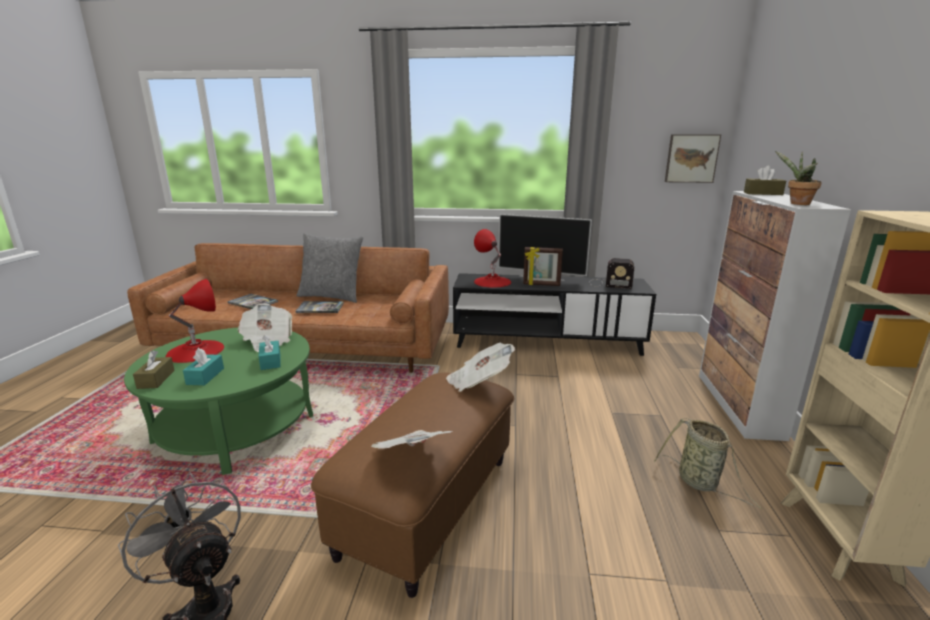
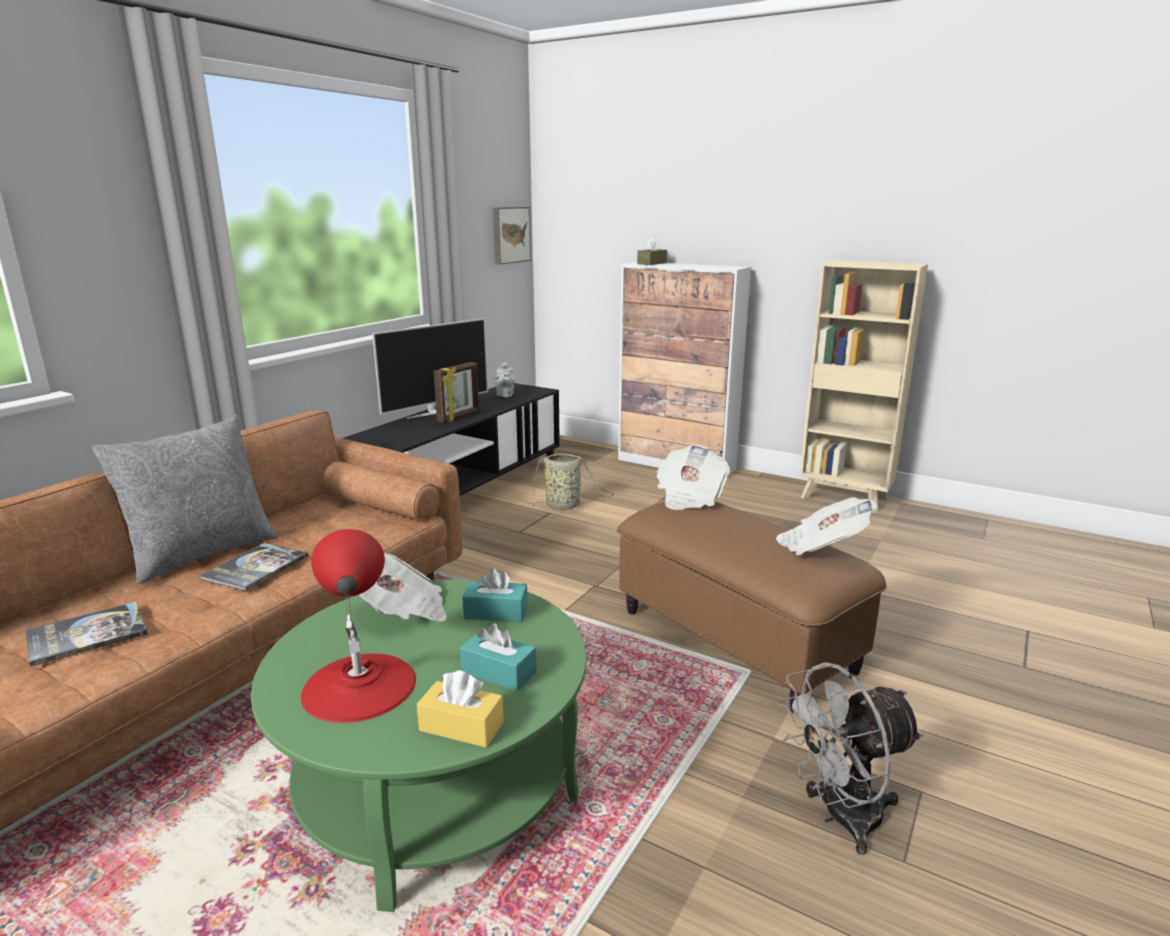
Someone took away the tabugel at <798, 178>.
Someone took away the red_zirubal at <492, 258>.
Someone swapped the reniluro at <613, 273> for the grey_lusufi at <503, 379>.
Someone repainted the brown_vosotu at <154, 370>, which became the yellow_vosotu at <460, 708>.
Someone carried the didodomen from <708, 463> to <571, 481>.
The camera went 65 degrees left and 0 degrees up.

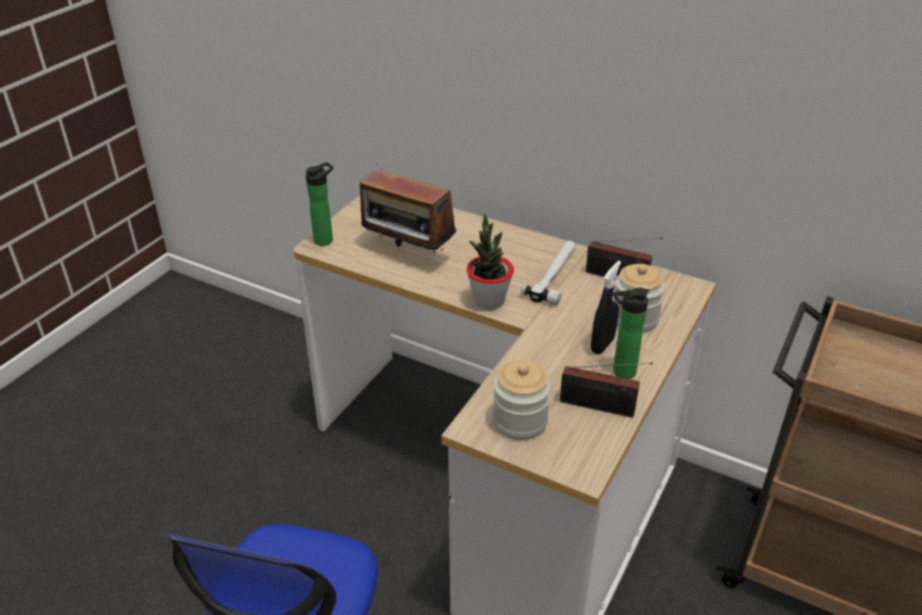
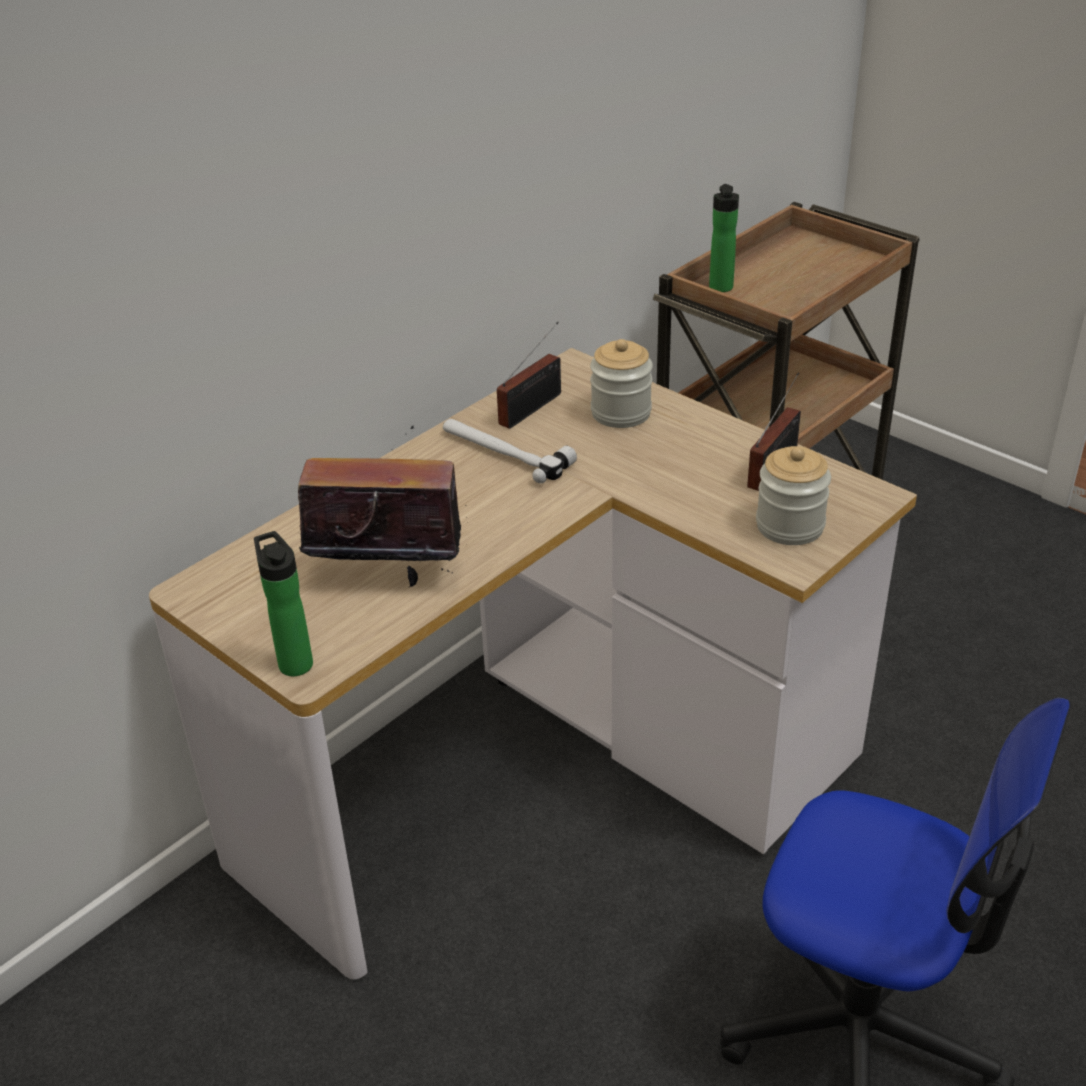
Someone rotated the reniluro at <408, 208> by 135 degrees counterclockwise.
Someone took away the tabugel at <490, 262>.
Someone took away the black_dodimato at <606, 307>.
Someone carried the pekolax from <631, 333> to <724, 238>.
The camera went 75 degrees left and 0 degrees up.

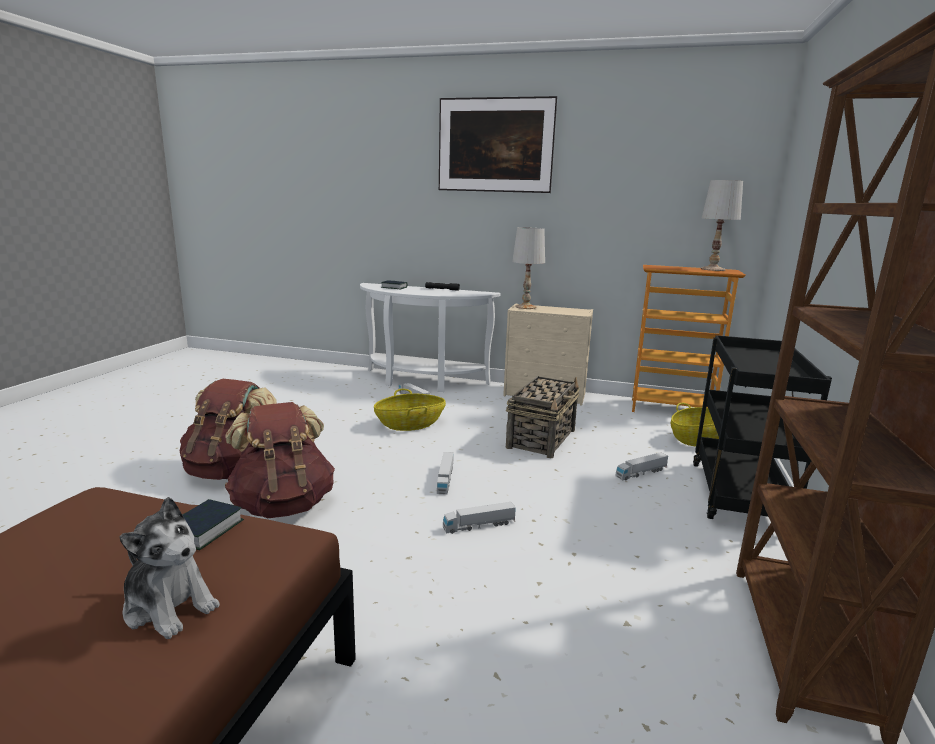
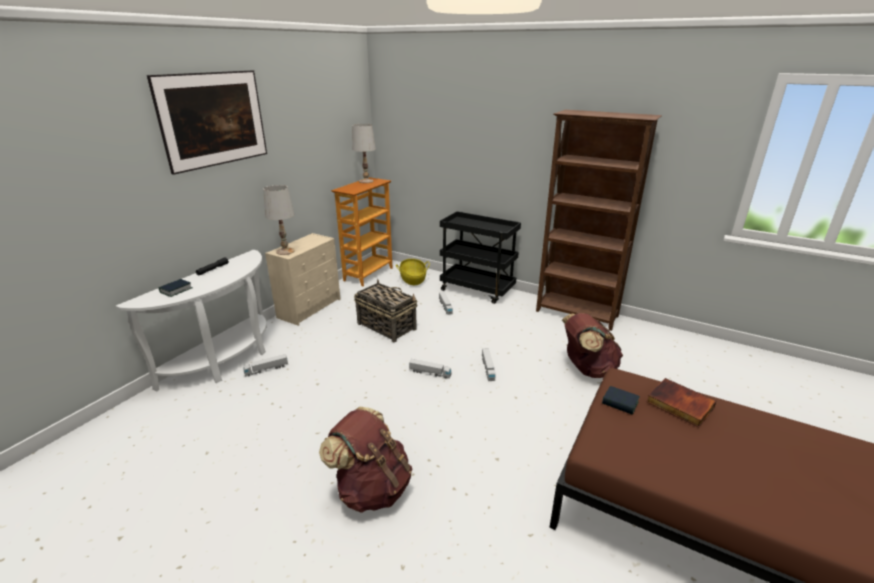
Someone took away the didodomen at <410, 410>.
Someone carried the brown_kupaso from <280, 460> to <592, 345>.
Someone swapped the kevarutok at <169, 568> for the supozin at <681, 403>.
The camera went 75 degrees left and 10 degrees up.

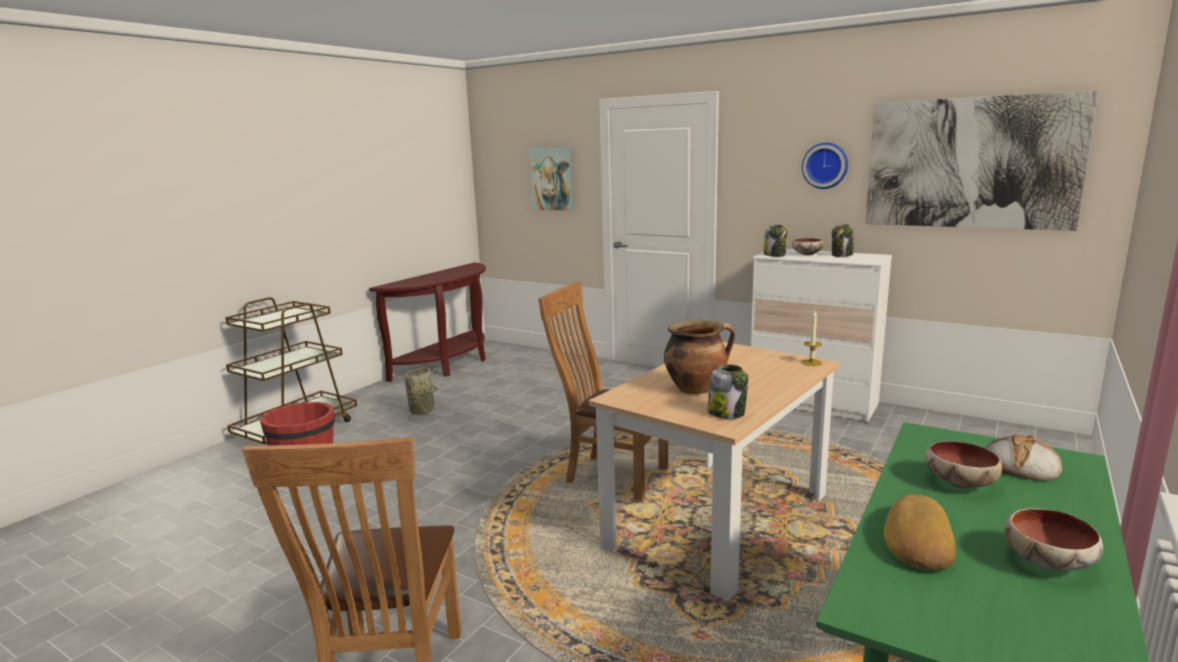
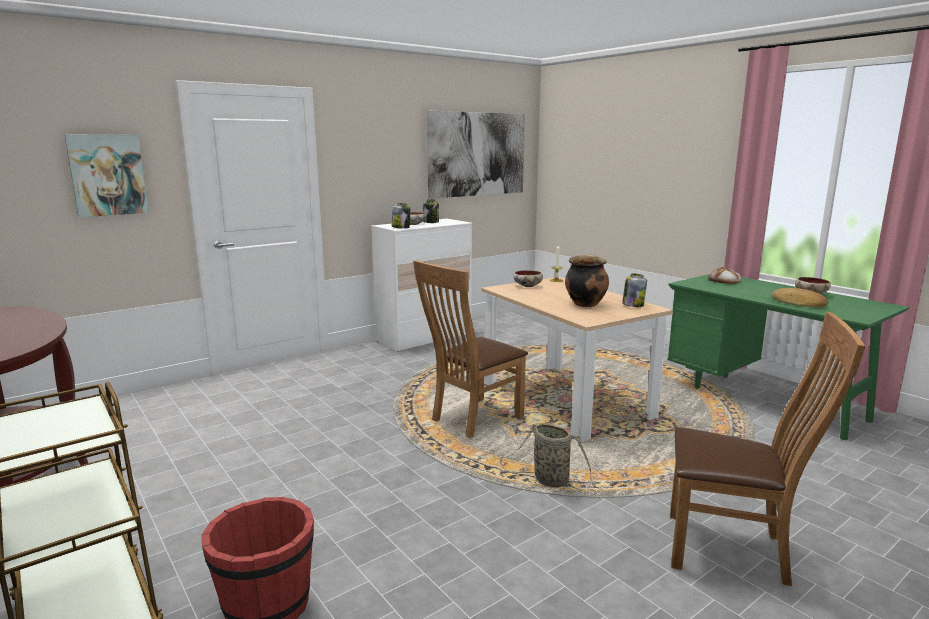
Someone took away the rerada at <825, 166>.
Someone carried the didodomen from <421, 394> to <545, 456>.
Someone carried the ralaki from <963, 464> to <528, 278>.
The camera went 70 degrees left and 0 degrees up.

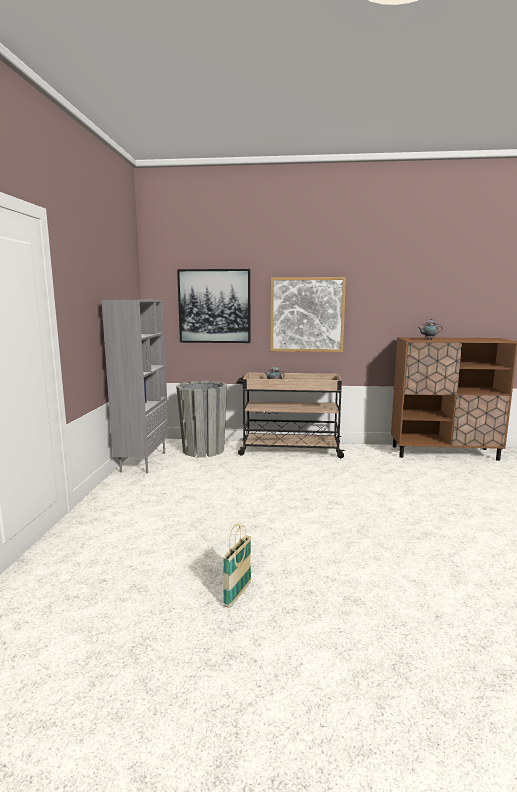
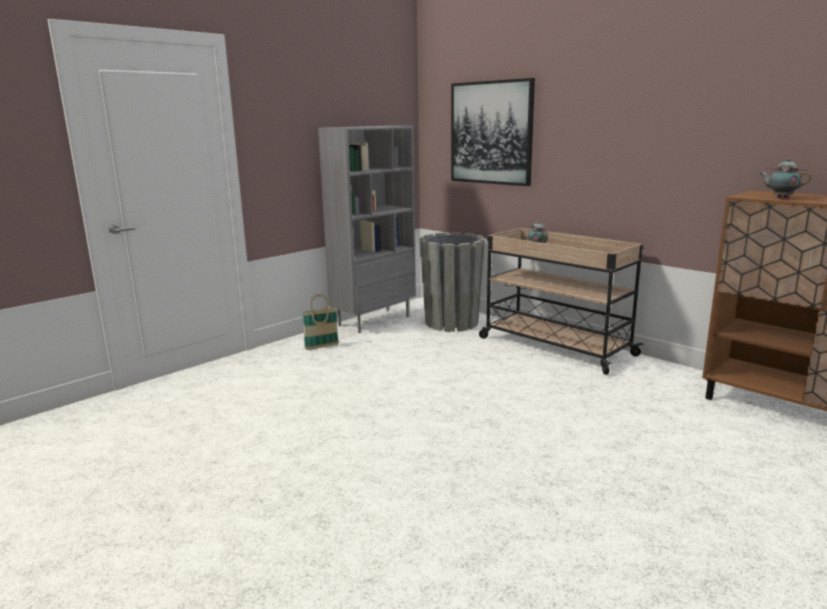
Someone took away the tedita at <308, 314>.
Someone carried the didodomen from <237, 566> to <320, 322>.
The camera went 40 degrees right and 5 degrees up.

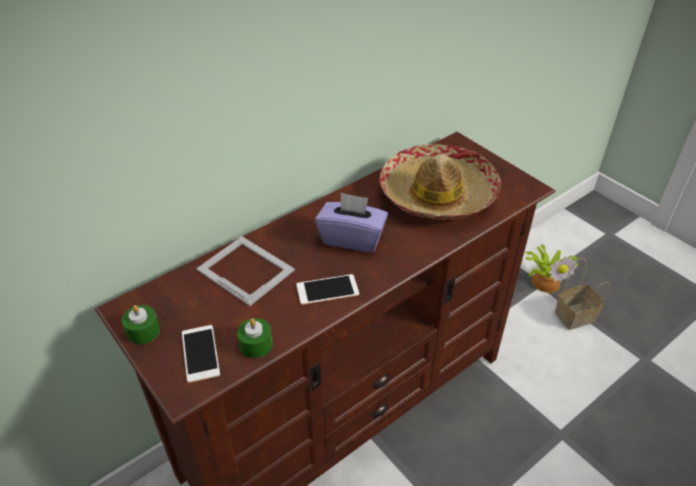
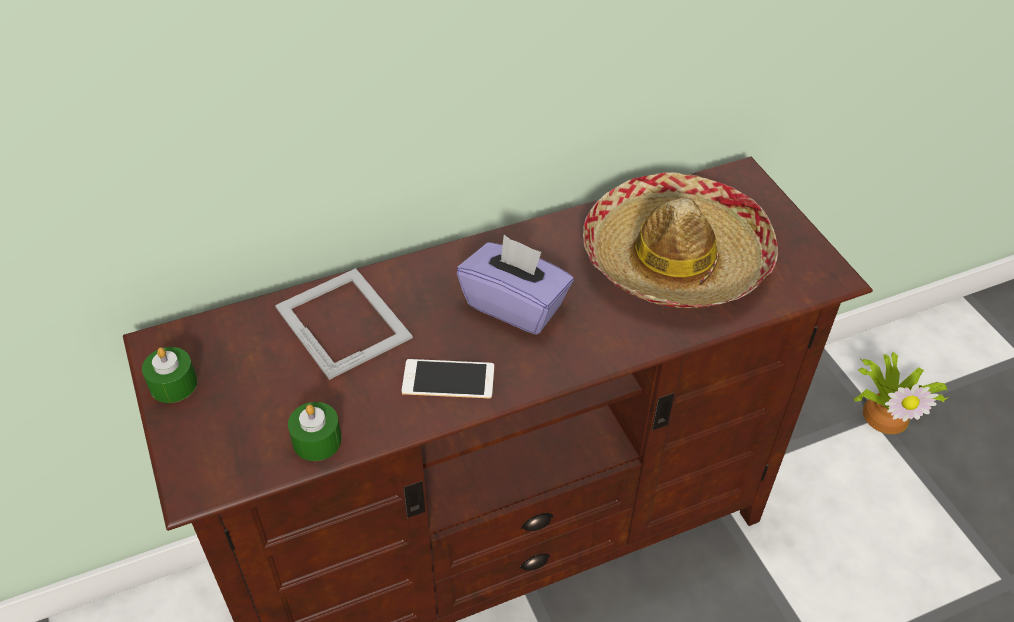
Someone took away the didodomen at <581, 294>.
Someone took away the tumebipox at <201, 354>.
The camera went 15 degrees right and 5 degrees up.

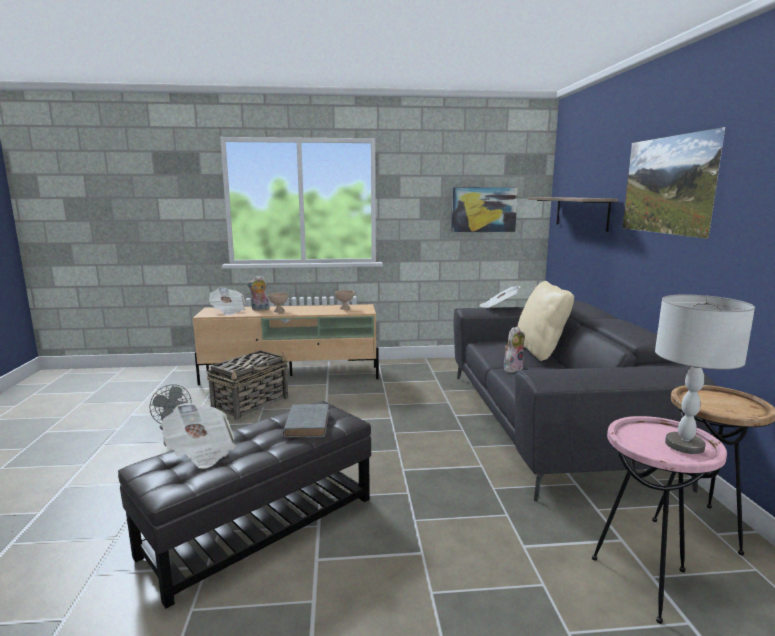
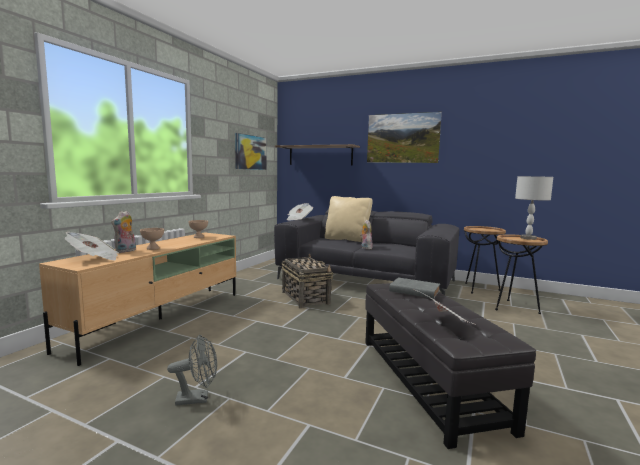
Someone carried the didodomen from <247, 385> to <307, 281>.
Someone repainted the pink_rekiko at <659, 520>, which became the brown_rekiko at <521, 274>.
The camera went 60 degrees left and 5 degrees down.

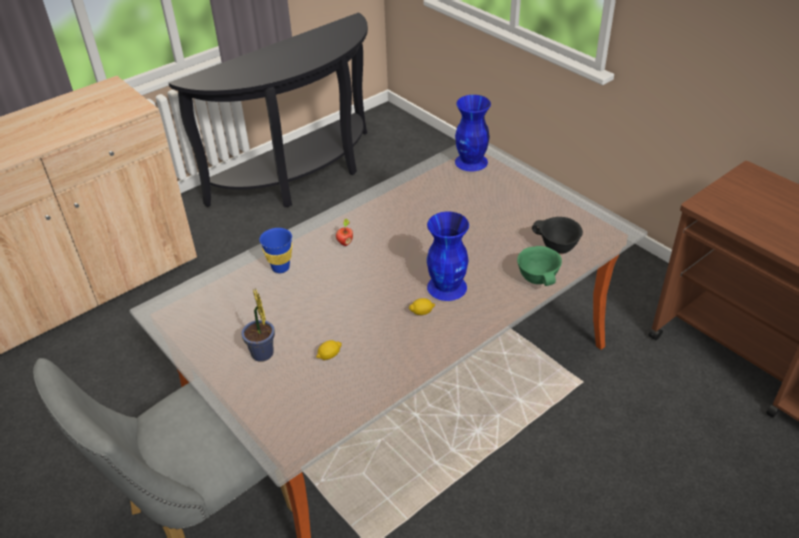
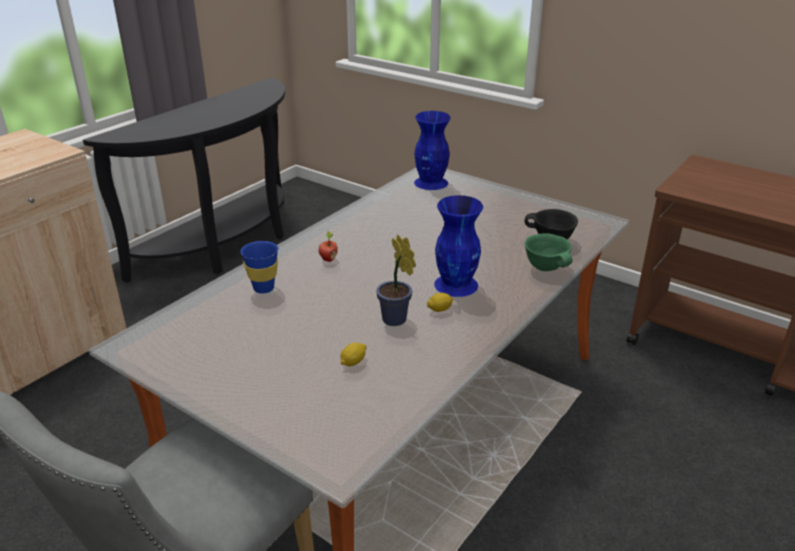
Someone carried the tabugel from <258, 325> to <396, 280>.
The camera went 15 degrees left and 10 degrees down.

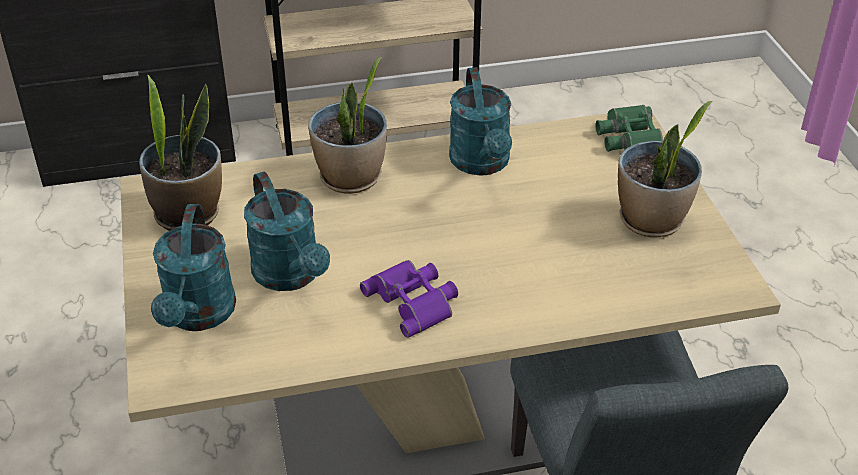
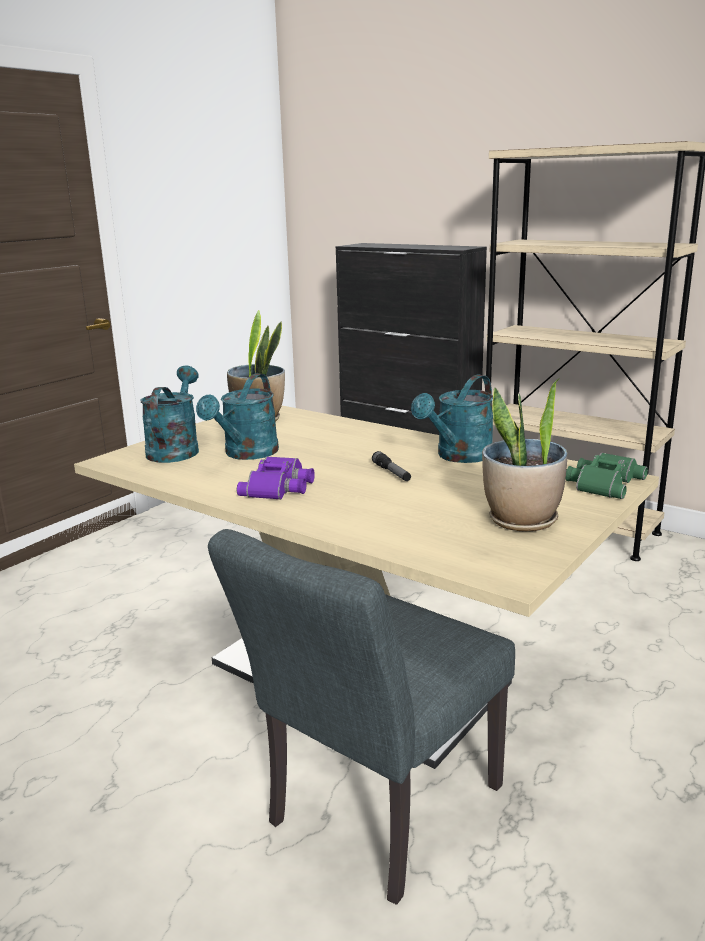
Someone took away the tabugel at <347, 125>.
Someone rotated the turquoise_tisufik at <193, 267> by 135 degrees clockwise.
Someone put down the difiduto at <391, 466>.
The camera went 50 degrees right and 20 degrees down.

